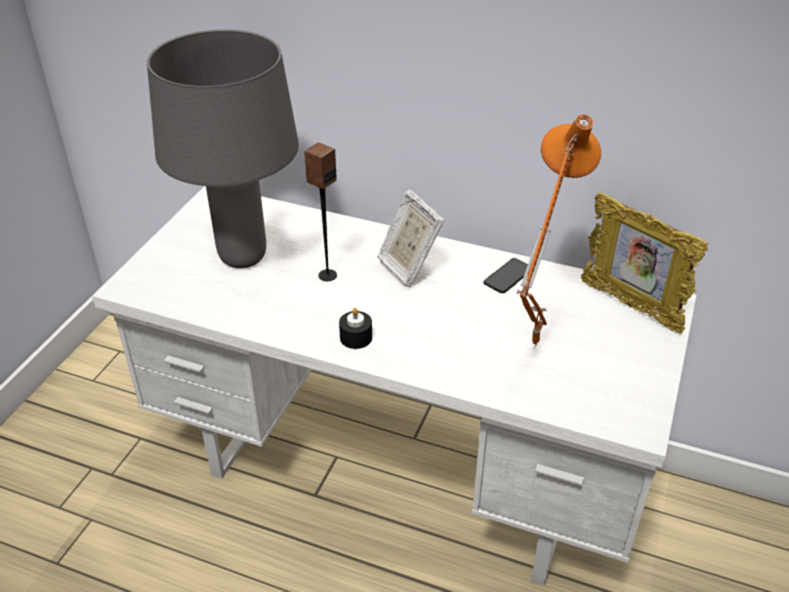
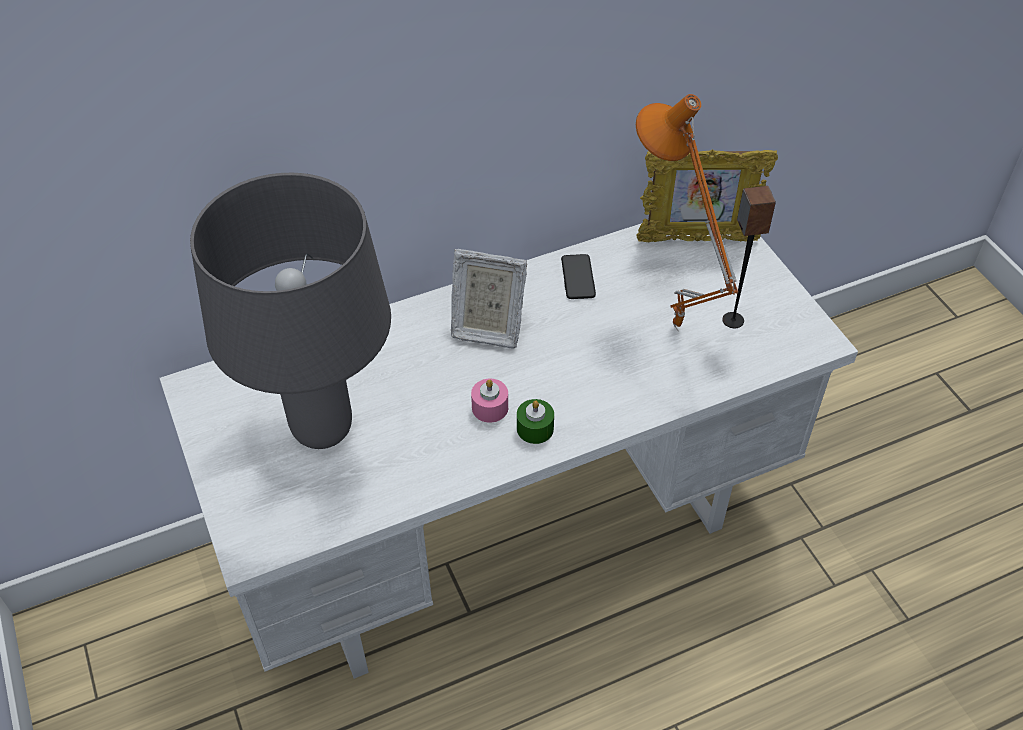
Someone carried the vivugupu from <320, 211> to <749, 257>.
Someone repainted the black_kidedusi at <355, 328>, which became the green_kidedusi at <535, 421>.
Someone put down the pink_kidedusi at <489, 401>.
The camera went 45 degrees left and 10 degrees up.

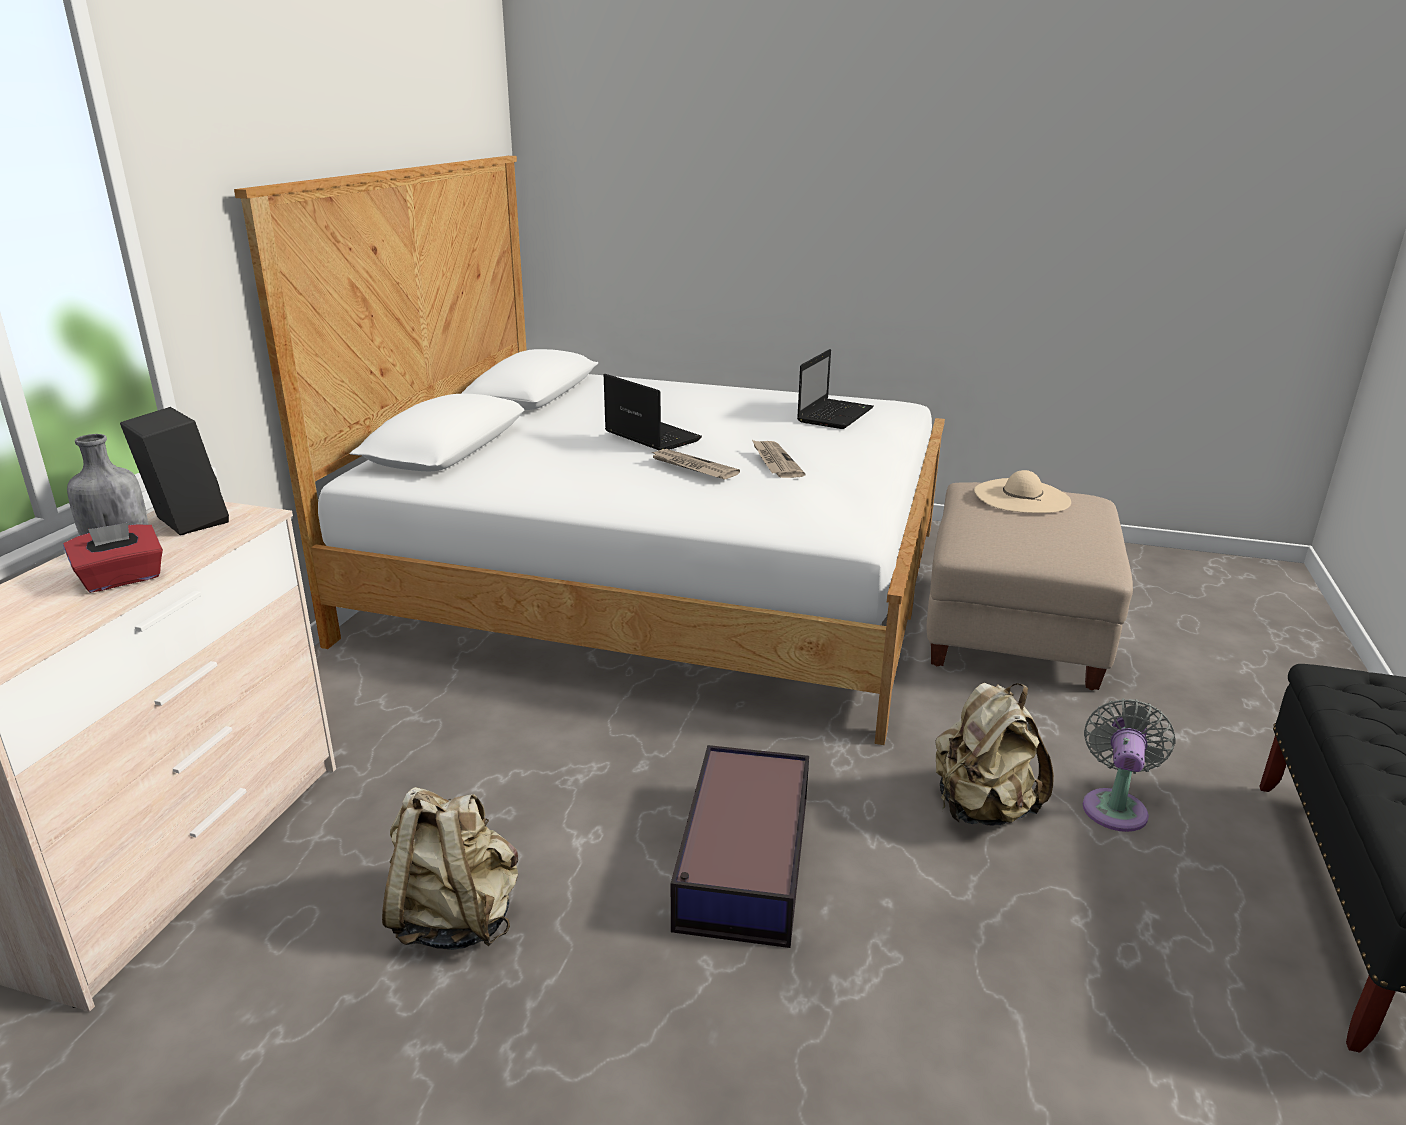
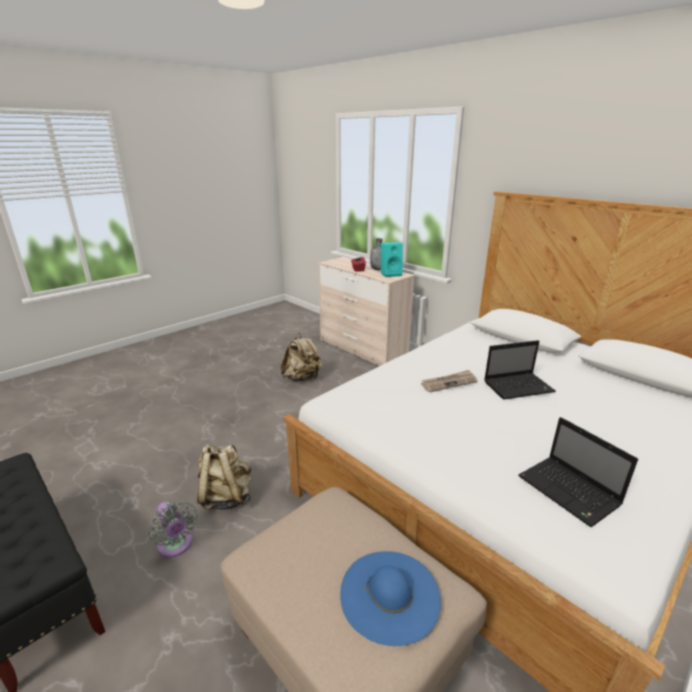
Someone repainted the black_vivugupu at <174, 471>, which became the turquoise_vivugupu at <392, 259>.
Someone took away the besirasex at <779, 459>.
Someone repainted the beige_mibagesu at <1022, 491>, which became the blue_mibagesu at <390, 598>.
Someone took away the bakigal at <740, 846>.
The camera went 120 degrees right and 0 degrees up.

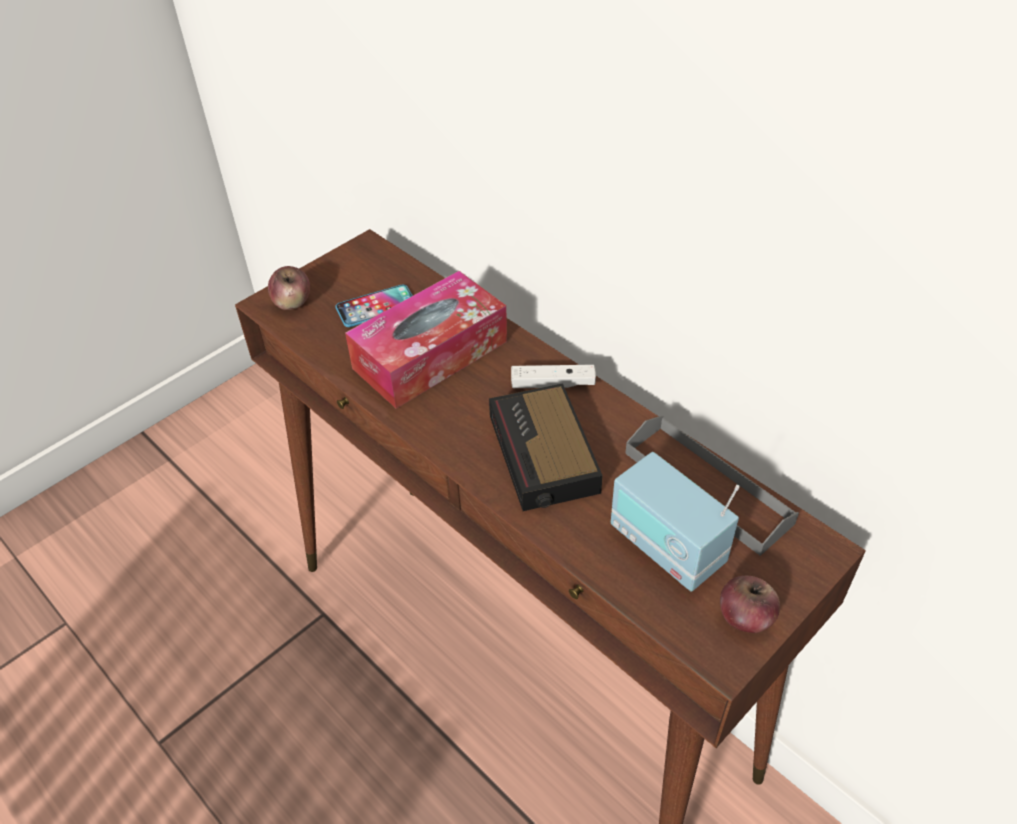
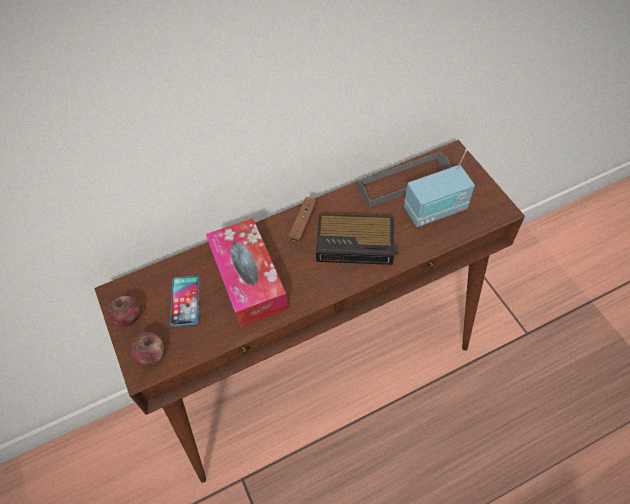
Someone repainted the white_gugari at <553, 376>, which became the brown_gugari at <302, 220>.
Someone carried the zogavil from <750, 604> to <123, 311>.
The camera went 70 degrees left and 10 degrees up.

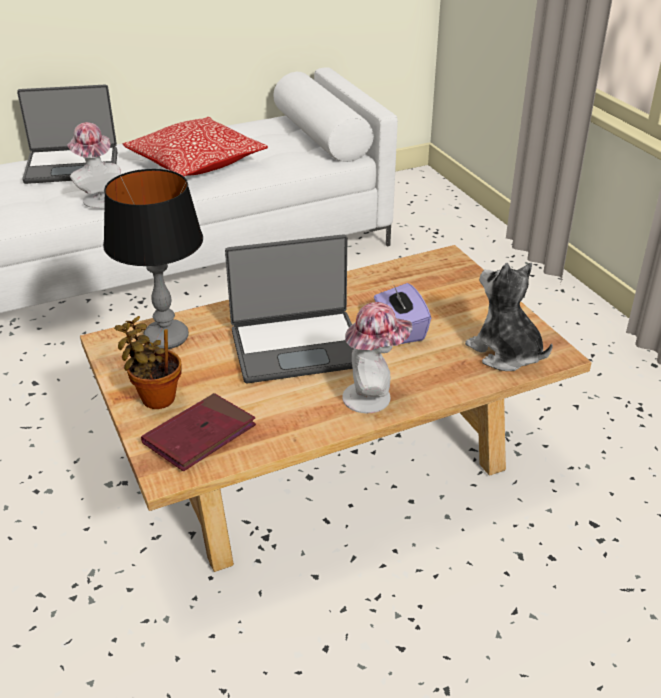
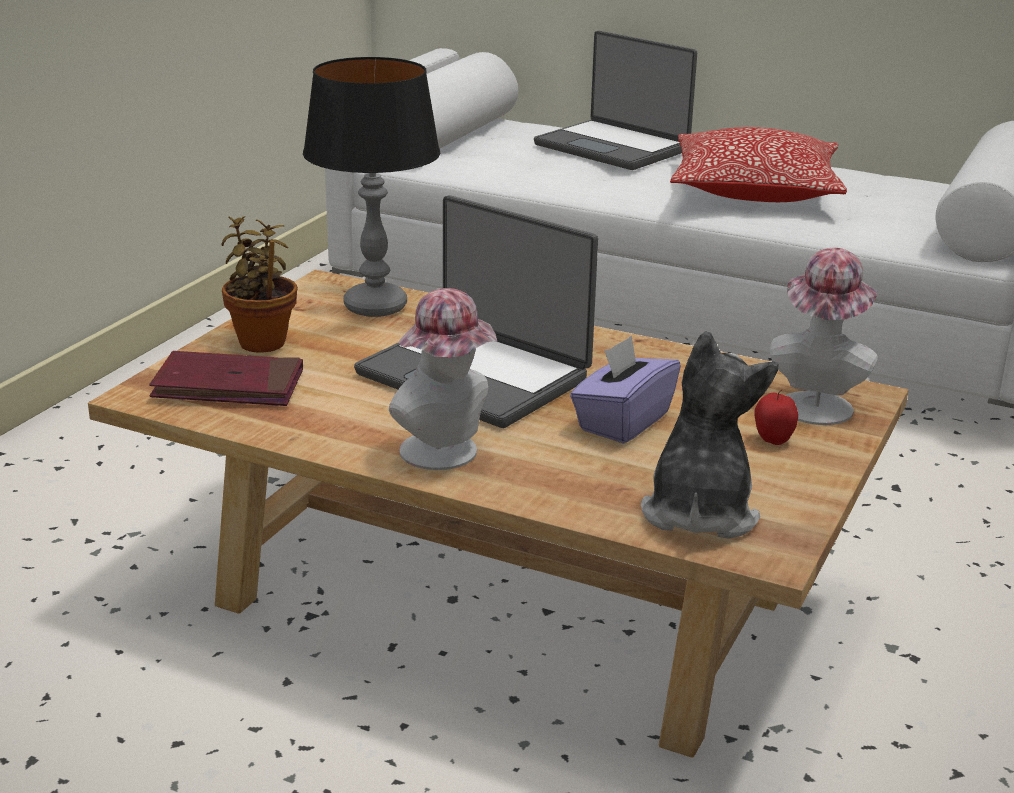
Someone carried the mibagesu from <94, 165> to <824, 336>.
Someone put down the zogavil at <776, 417>.
The camera went 50 degrees right and 10 degrees down.

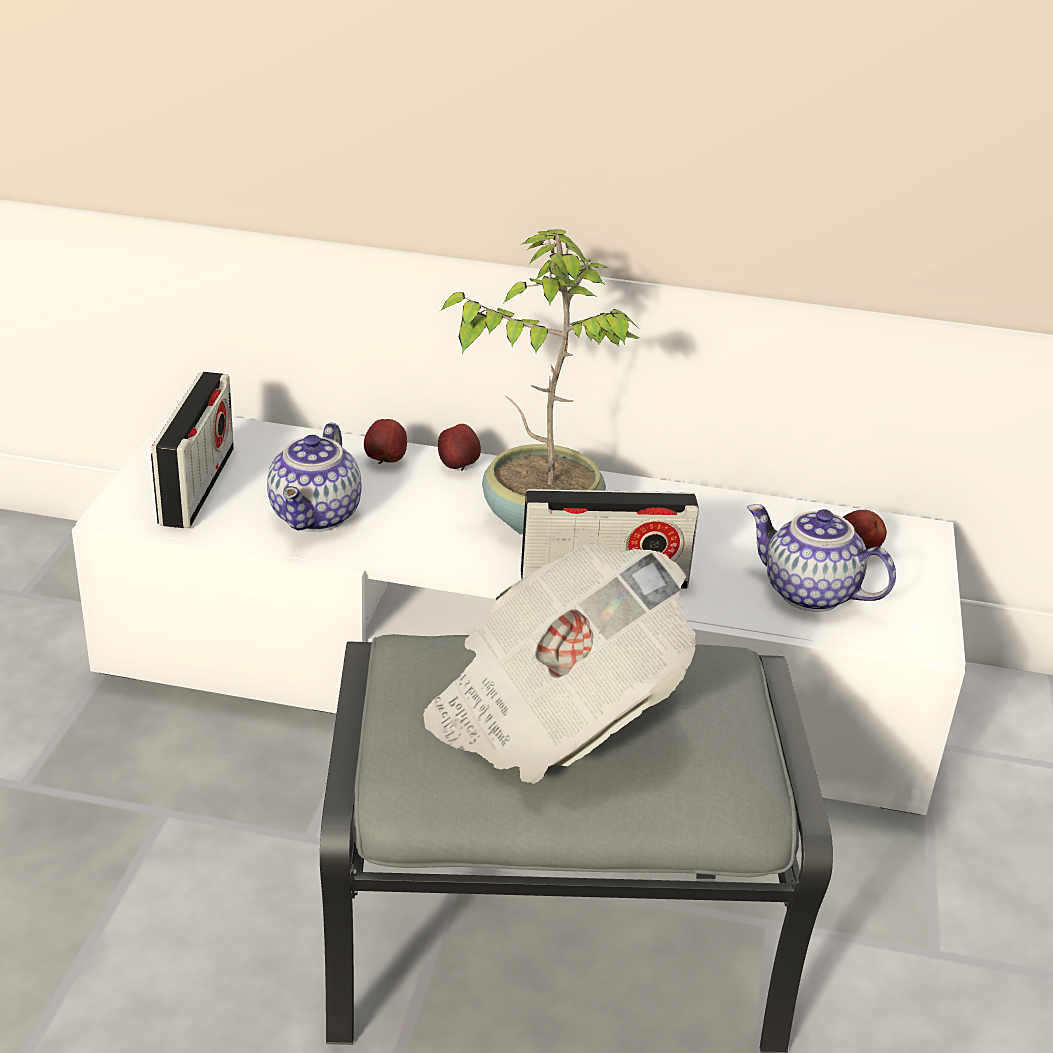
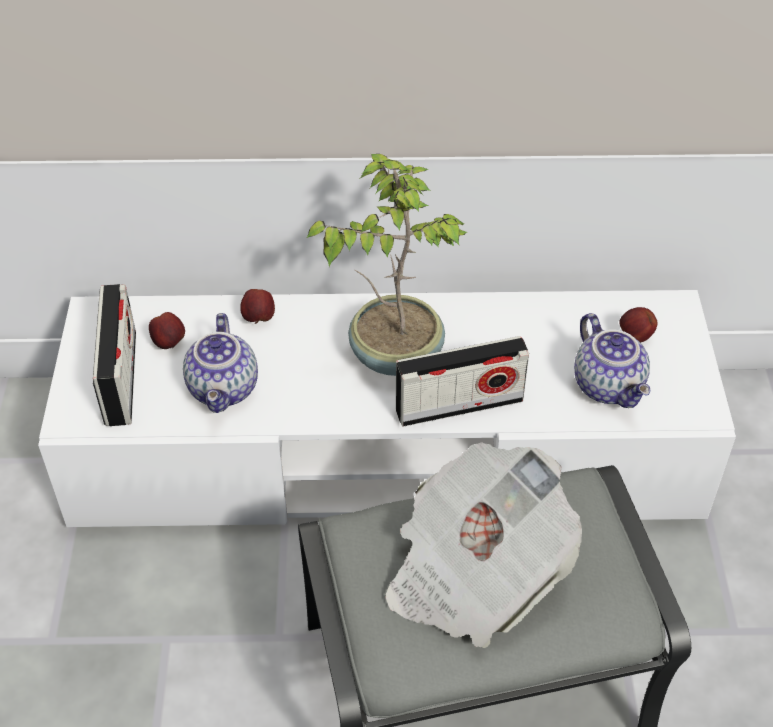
Someone carried the zogavil from <459, 447> to <167, 330>.
Someone rotated the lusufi at <821, 558> by 135 degrees counterclockwise.
The camera went 10 degrees left and 15 degrees up.

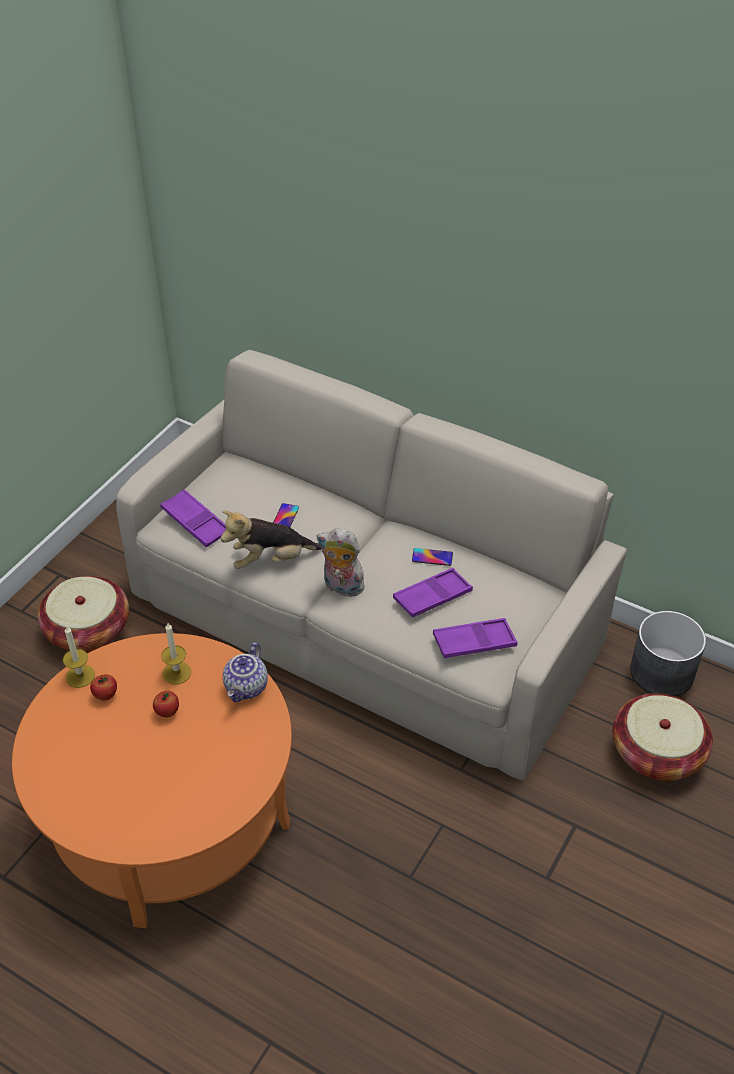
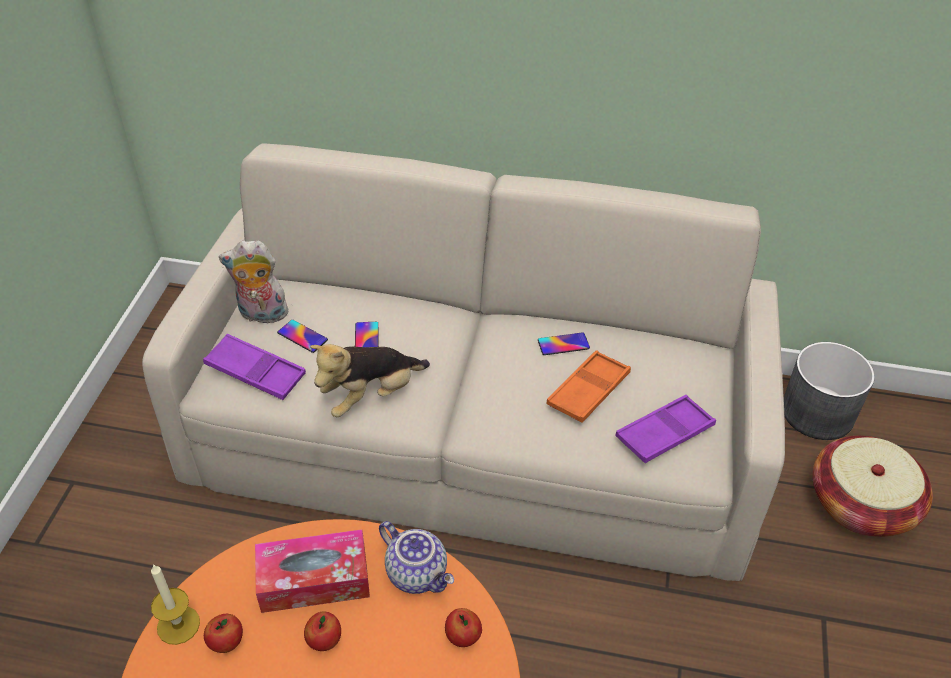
Someone carried the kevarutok from <341, 562> to <253, 282>.
Someone repainted the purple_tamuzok at <433, 593>, which became the orange_tamuzok at <588, 386>.
Someone took away the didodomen at <83, 614>.
Someone swapped the kidedusi at <176, 654> for the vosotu at <312, 571>.
Someone rotated the lusufi at <245, 672> by 45 degrees counterclockwise.
Someone put down the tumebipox at <302, 336>.
Someone put down the zogavil at <463, 627>.
The camera went 20 degrees left and 0 degrees up.

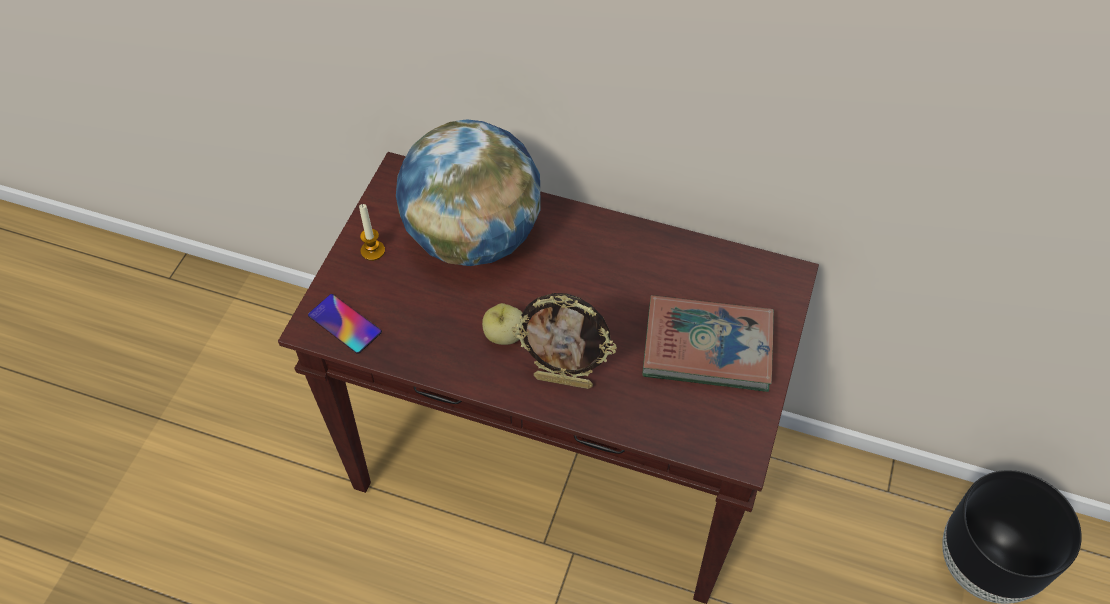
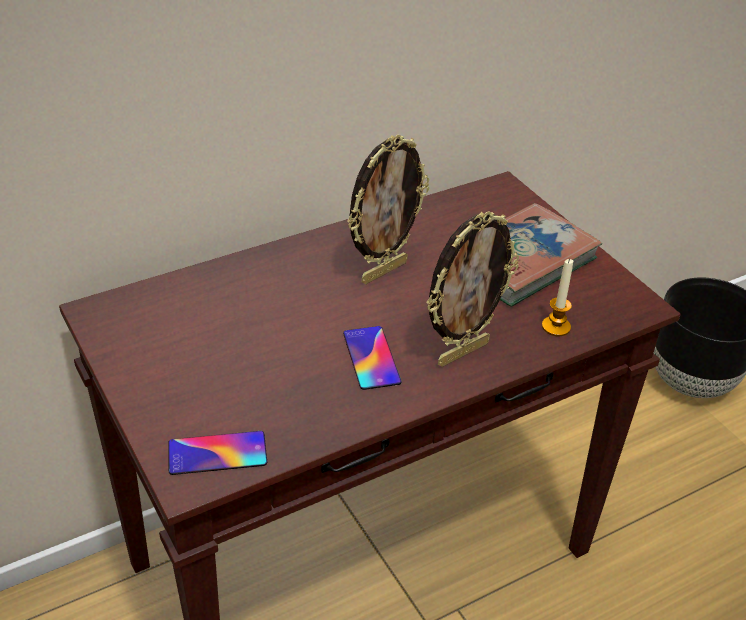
Someone took away the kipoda at <468, 192>.
Someone carried the kidedusi from <372, 232> to <557, 297>.
Someone swapped the zogavil at <502, 324> for the tumebipox at <372, 358>.
Someone put down the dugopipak at <388, 209>.
The camera went 50 degrees left and 15 degrees down.

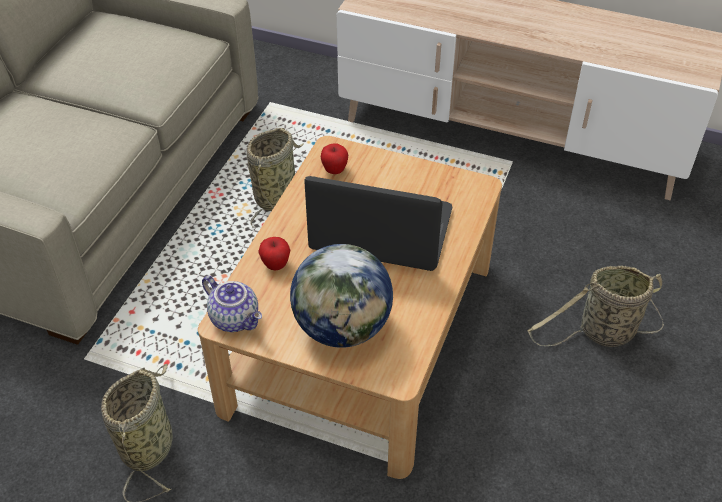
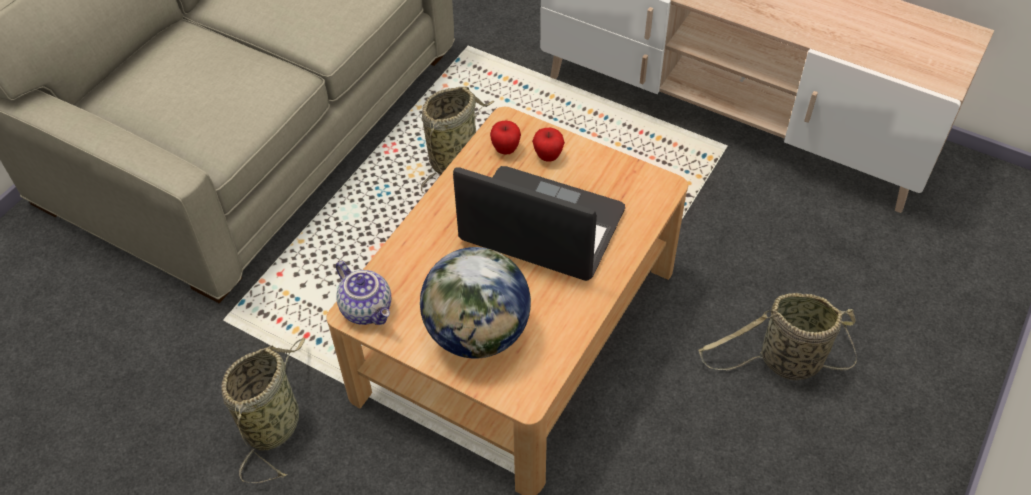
Someone carried the zogavil from <274, 254> to <548, 145>.
The camera went 10 degrees right and 5 degrees up.

